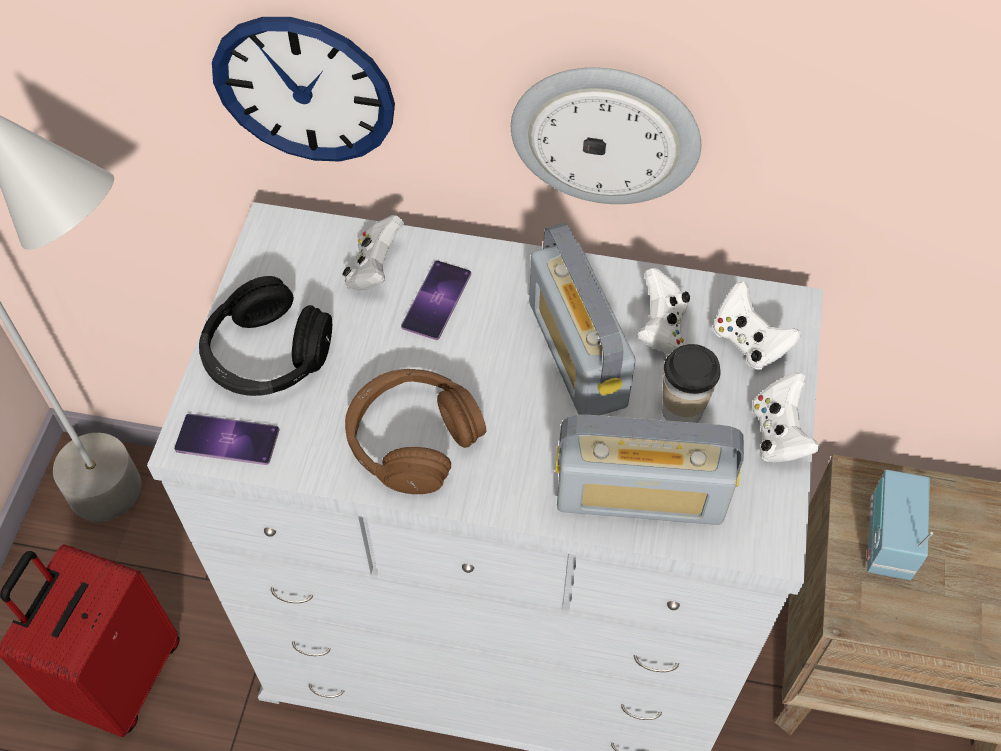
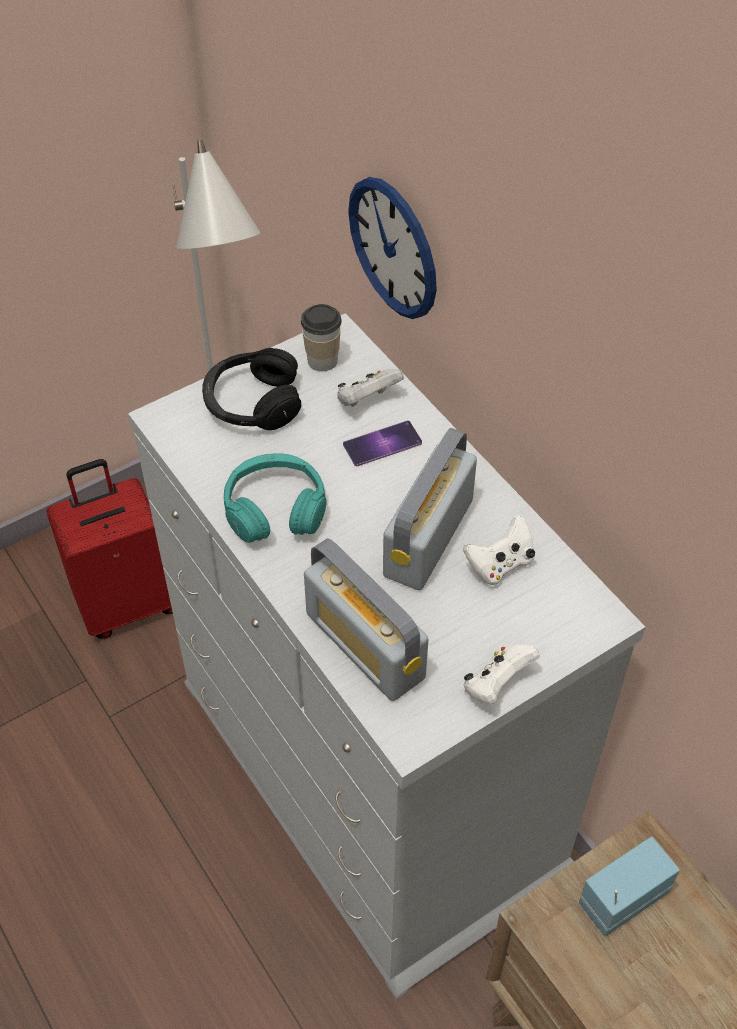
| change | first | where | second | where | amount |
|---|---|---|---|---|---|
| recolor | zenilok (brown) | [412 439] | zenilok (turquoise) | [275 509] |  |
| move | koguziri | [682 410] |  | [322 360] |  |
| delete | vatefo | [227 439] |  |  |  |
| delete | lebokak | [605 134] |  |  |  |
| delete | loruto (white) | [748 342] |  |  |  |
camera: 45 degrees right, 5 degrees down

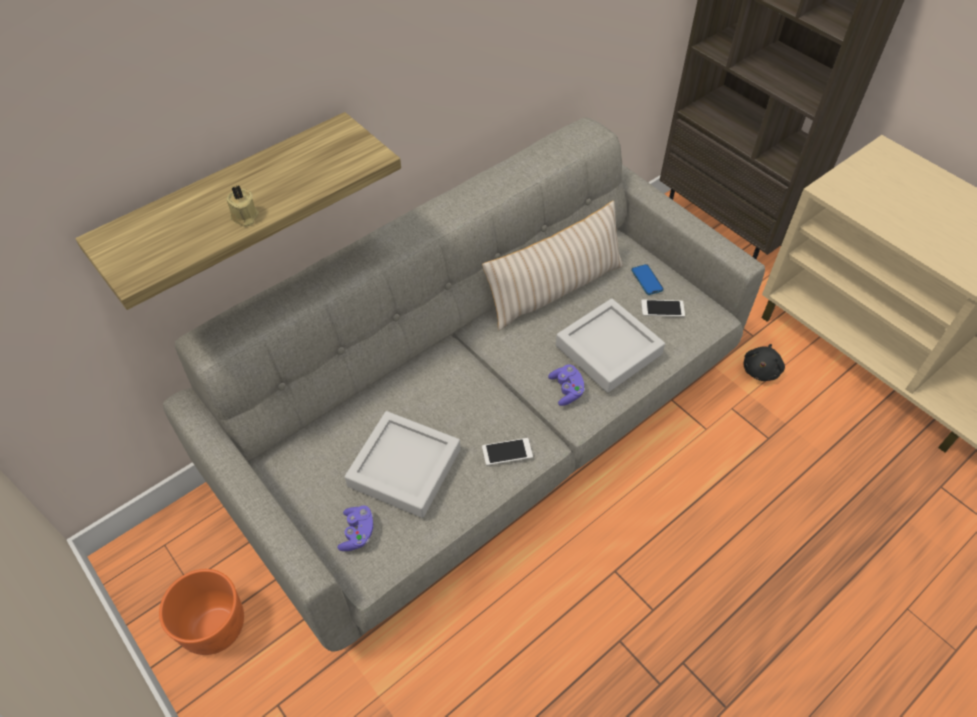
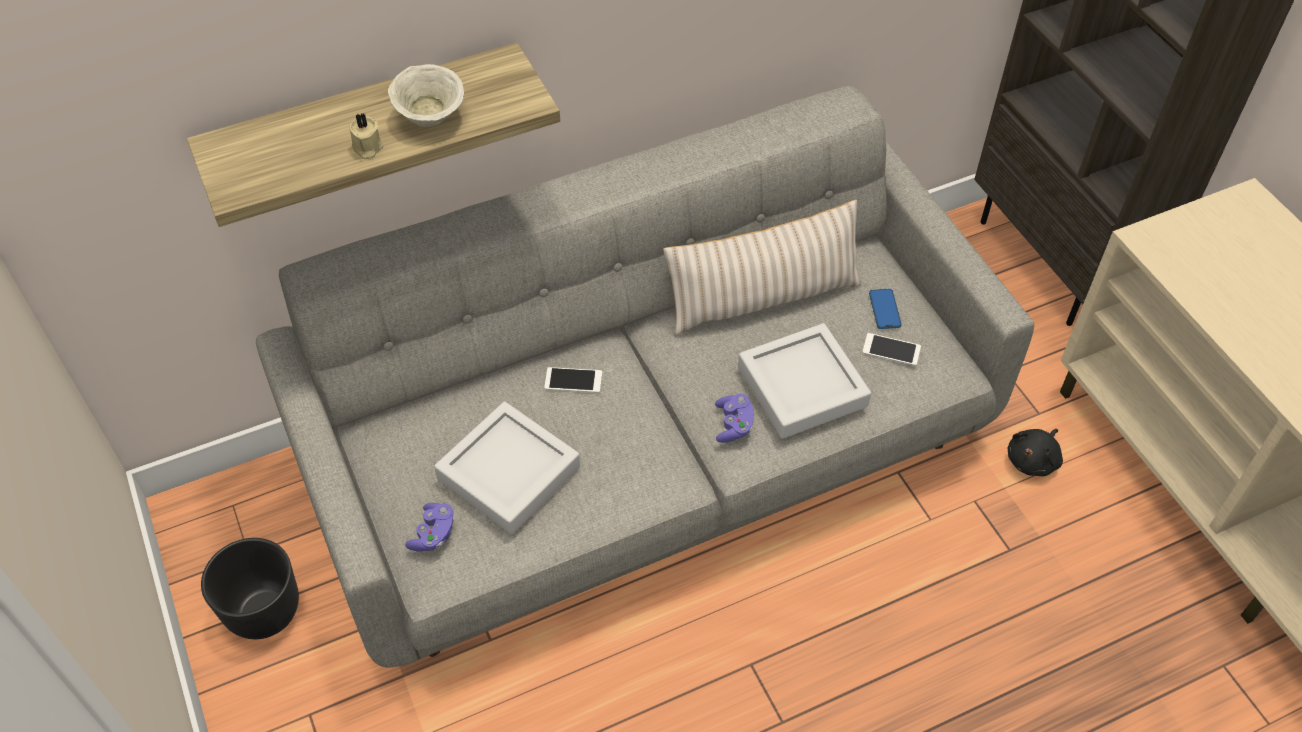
| change | first | where | second | where | amount |
|---|---|---|---|---|---|
| recolor | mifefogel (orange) | [215 627] | mifefogel (black) | [264 611] |  |
| insert |  |  | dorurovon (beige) | [431 117] |  |
| move | vatefo | [507 452] |  | [573 380] |  |
camera: 15 degrees right, 0 degrees up

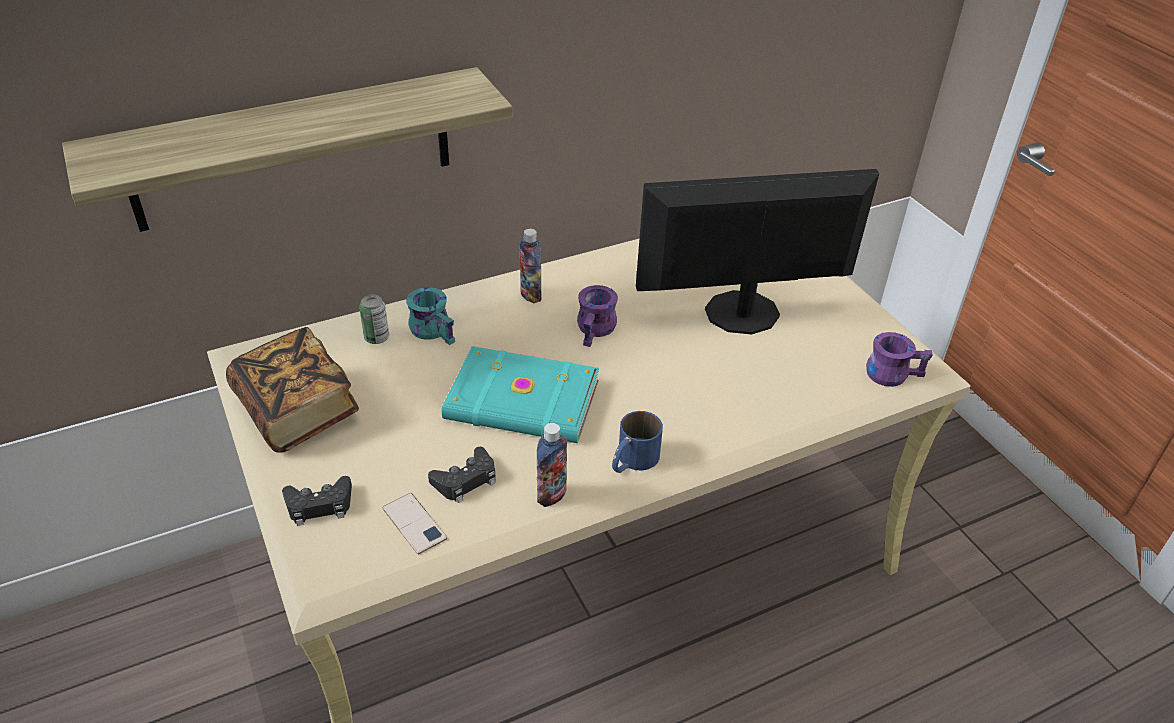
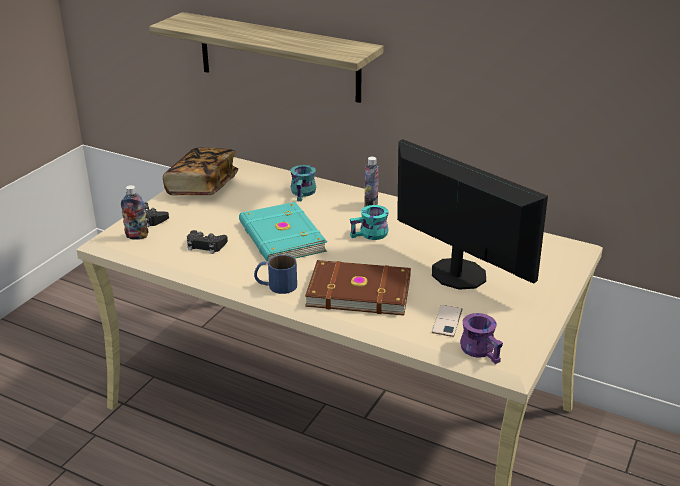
| change | first | where | second | where | amount |
|---|---|---|---|---|---|
| move | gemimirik | [552 495] |  | [137 236] |  |
| insert |  |  | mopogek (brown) | [358 290] |  |
| recolor | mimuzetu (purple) | [597 330] | mimuzetu (turquoise) | [370 235] |  |
| move | vatefo | [414 523] |  | [447 321] |  |
| delete | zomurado | [377 338] |  |  |  |
camera: 55 degrees right, 10 degrees down

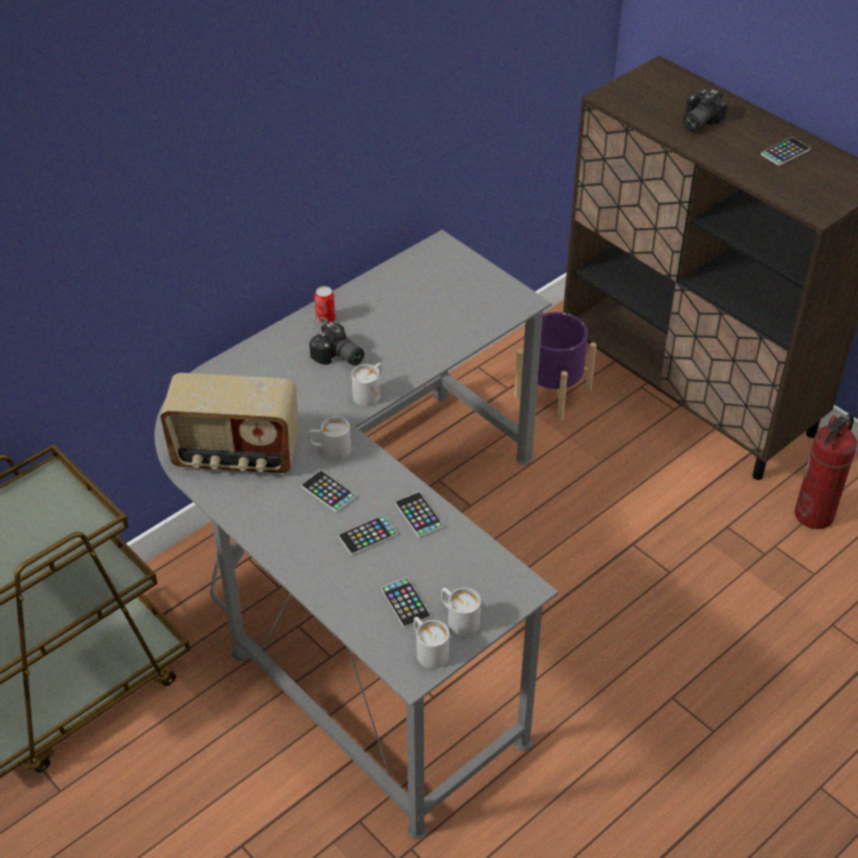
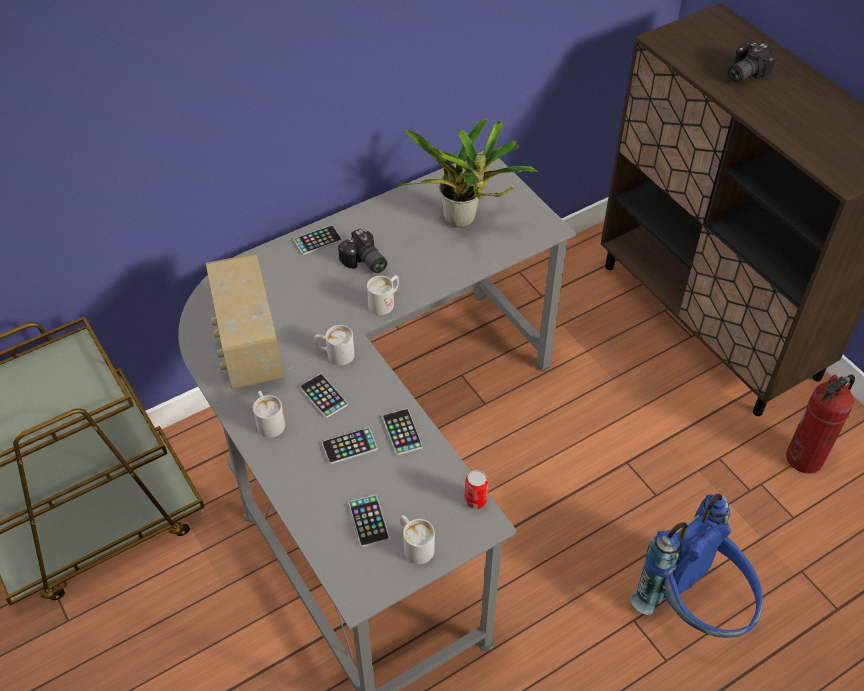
| change | first | where | second | where | amount |
|---|---|---|---|---|---|
| rotate | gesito | [236 456] |  | [248 348] | 60 degrees clockwise |
| move | mimuzetu (white) | [428 650] |  | [269 421] |  |
| move | vatefo | [785 152] |  | [318 240] |  |
| insert |  |  | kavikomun | [464 220] |  |
| move | zomurado | [325 319] |  | [475 500] |  |
| insert |  |  | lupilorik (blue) | [694 609] |  |
| delete | mifefogel (purple) | [552 392] |  |  |  |
camera: 10 degrees right, 5 degrees up

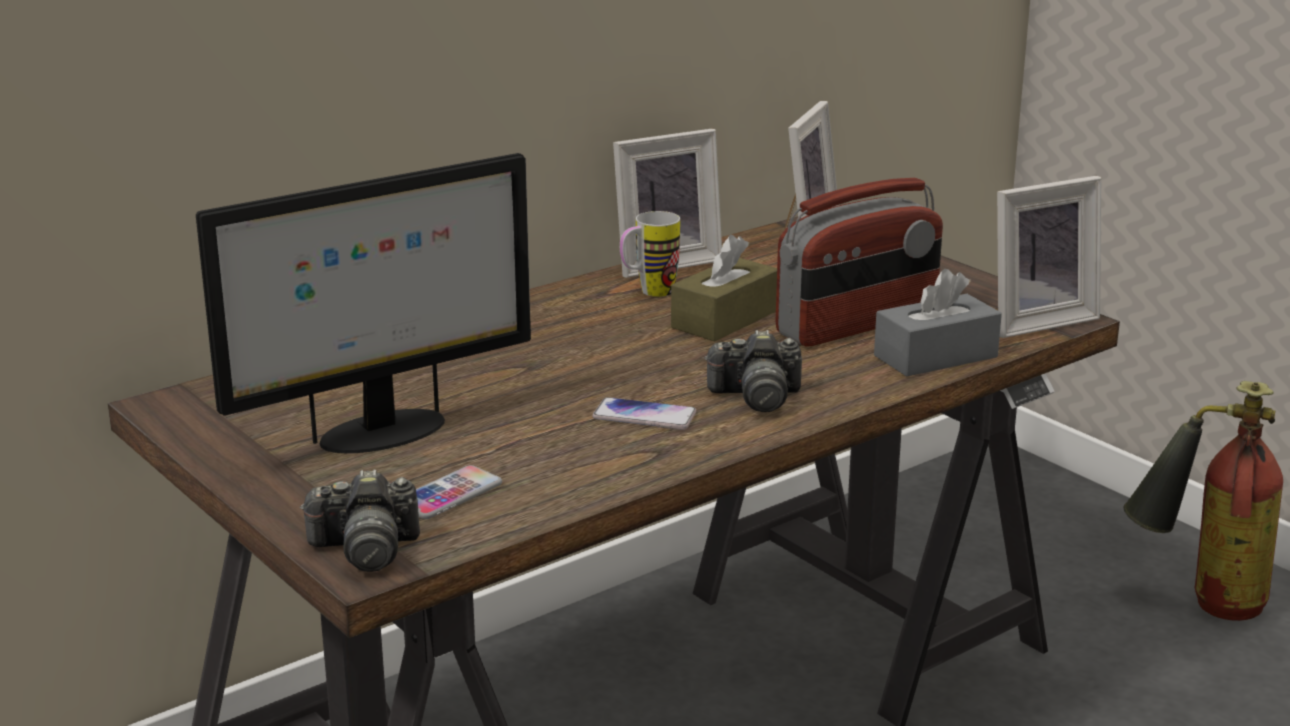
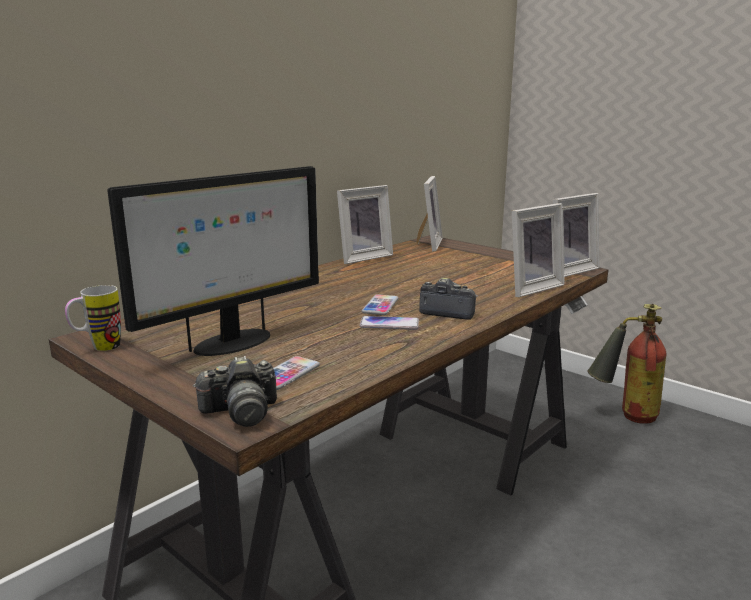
| change | first | where | second | where | amount |
|---|---|---|---|---|---|
| move | mimuzetu | [648 293] |  | [98 348] |  |
| insert |  |  | vatefo | [380 306] |  |
| rotate | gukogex | [756 397] |  | [447 311] | 150 degrees counterclockwise |
| replace | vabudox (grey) | [935 356] | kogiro | [530 288] |  |
| delete | vabudox (brown) | [724 319] |  |  |  |
| delete | gesito | [858 324] |  |  |  |
camera: 10 degrees left, 5 degrees down

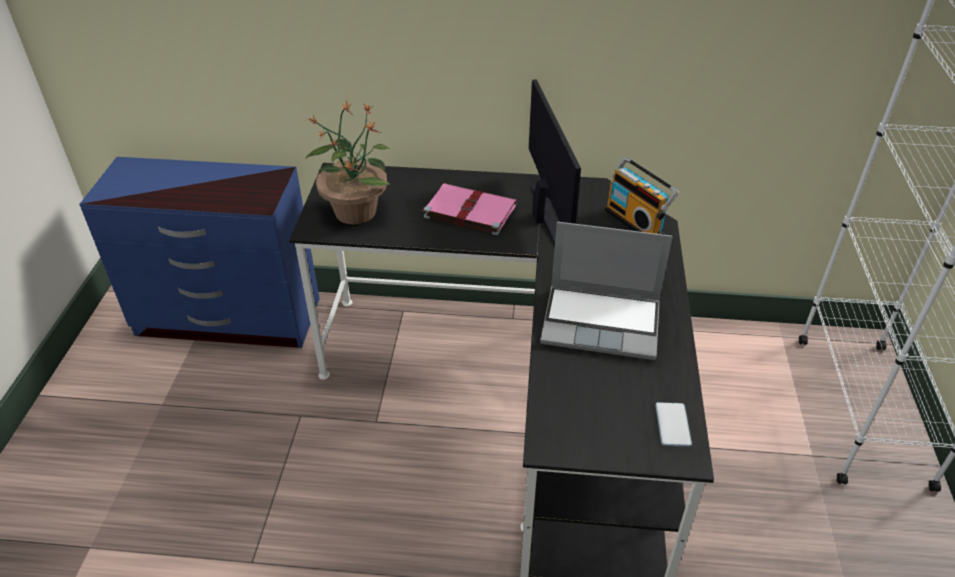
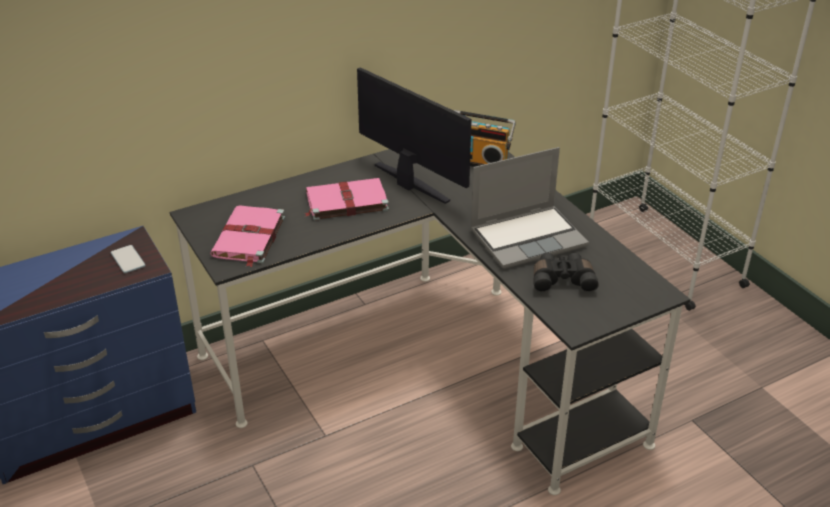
| change | first | where | second | where | amount |
|---|---|---|---|---|---|
| move | vatefo | [672 425] |  | [128 260] |  |
| replace | kavikomun | [355 211] | mopogek (pink) | [248 238] |  |
| insert |  |  | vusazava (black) | [562 279] |  |
camera: 35 degrees left, 5 degrees down

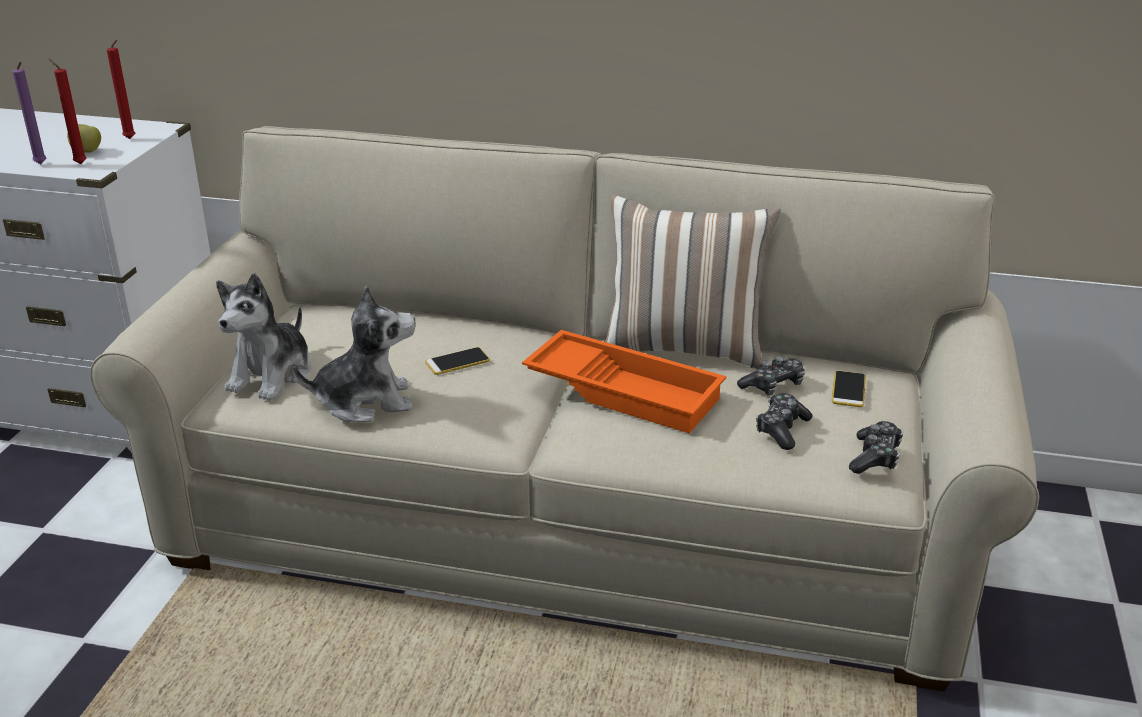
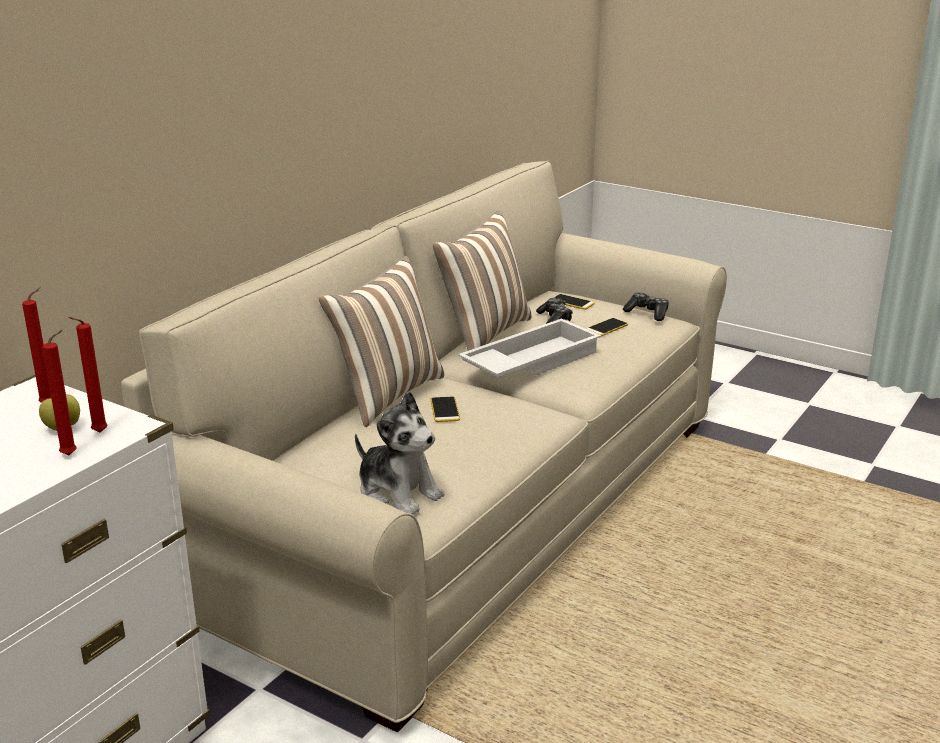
| change | first | where | second | where | amount |
|---|---|---|---|---|---|
| recolor | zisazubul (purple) | [41 164] | zisazubul (red) | [72 454] |  |
| insert |  |  | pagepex | [386 395] |  |
| recolor | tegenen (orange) | [625 390] | tegenen (white) | [530 361] |  |
| replace | loruto | [781 429] | vatefo | [606 328] |  |
| delete | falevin | [365 401] |  |  |  |
camera: 70 degrees left, 5 degrees down

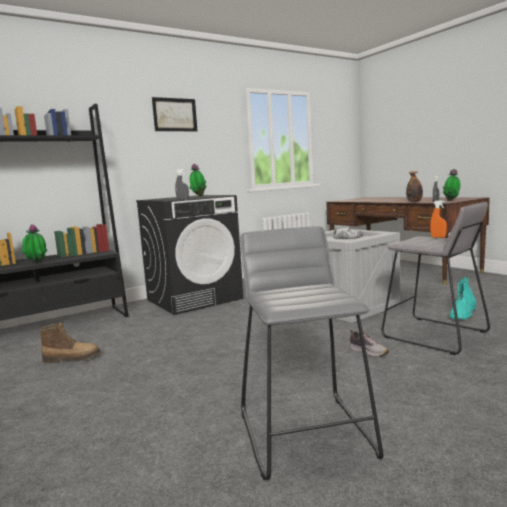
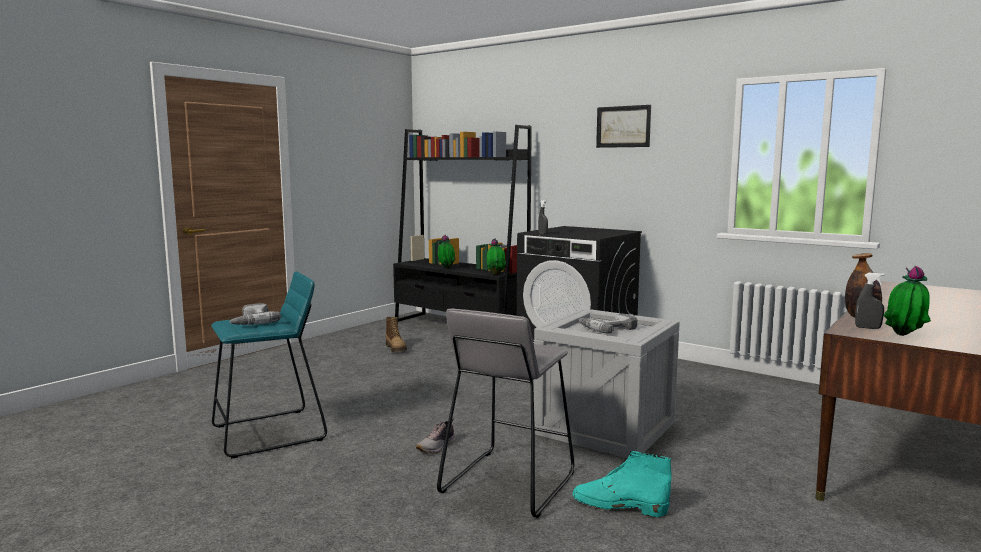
| change | first | where | second | where | amount |
|---|---|---|---|---|---|
| recolor | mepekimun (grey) | [307 434] | mepekimun (turquoise) | [269 433] |  |
| insert |  |  | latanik | [251 321] |  |
| move | kavikomun | [198 196] |  | [496 274] |  |
| delete | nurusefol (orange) | [438 237] |  |  |  |
camera: 70 degrees right, 0 degrees up

